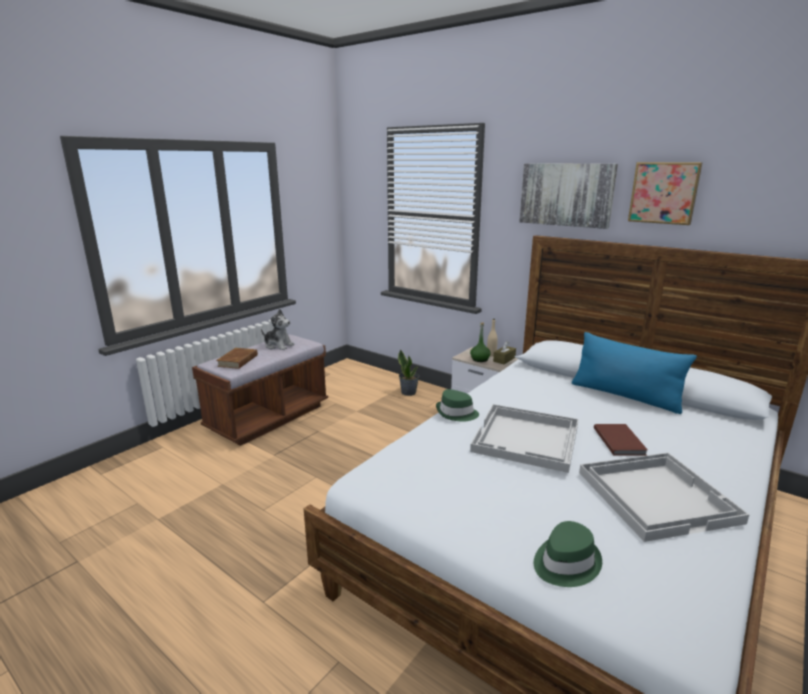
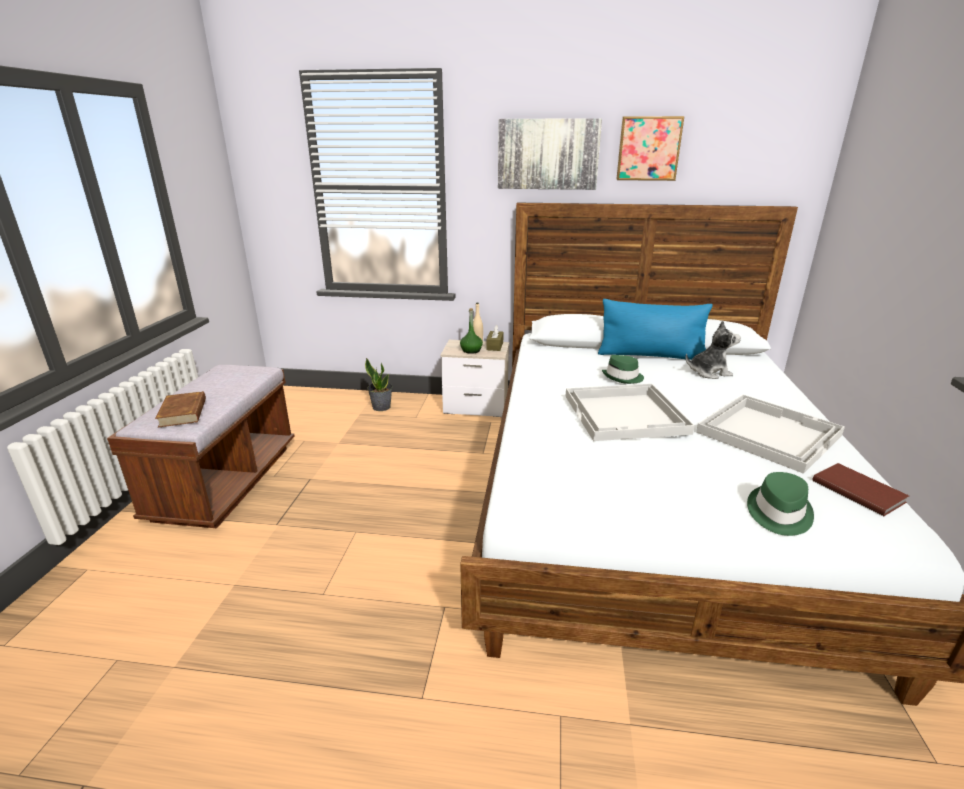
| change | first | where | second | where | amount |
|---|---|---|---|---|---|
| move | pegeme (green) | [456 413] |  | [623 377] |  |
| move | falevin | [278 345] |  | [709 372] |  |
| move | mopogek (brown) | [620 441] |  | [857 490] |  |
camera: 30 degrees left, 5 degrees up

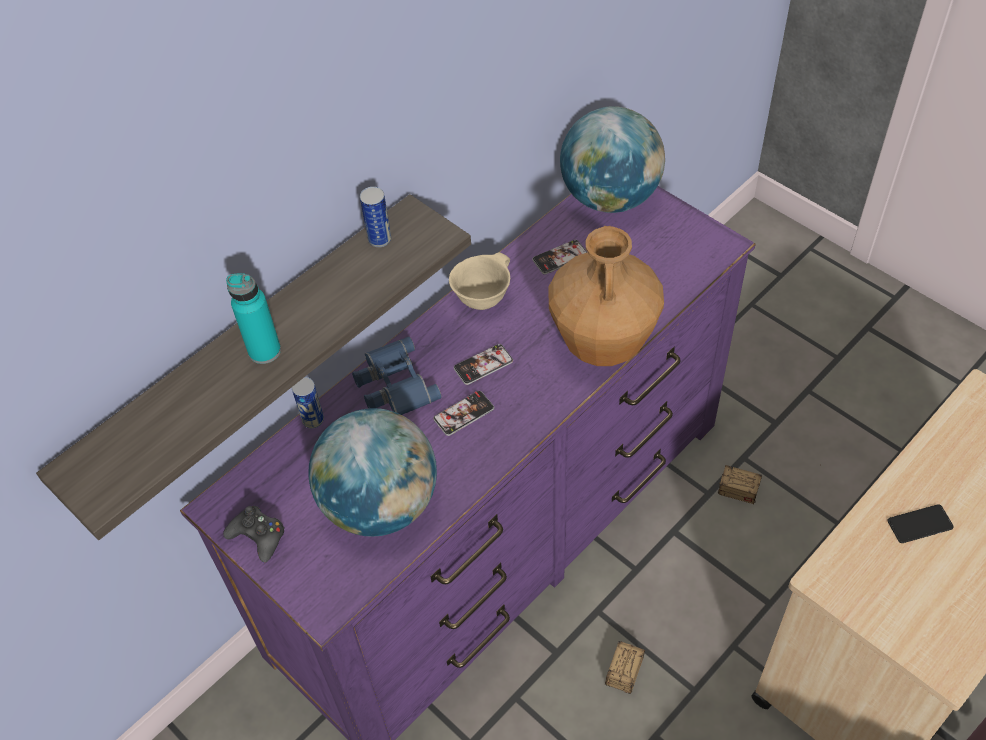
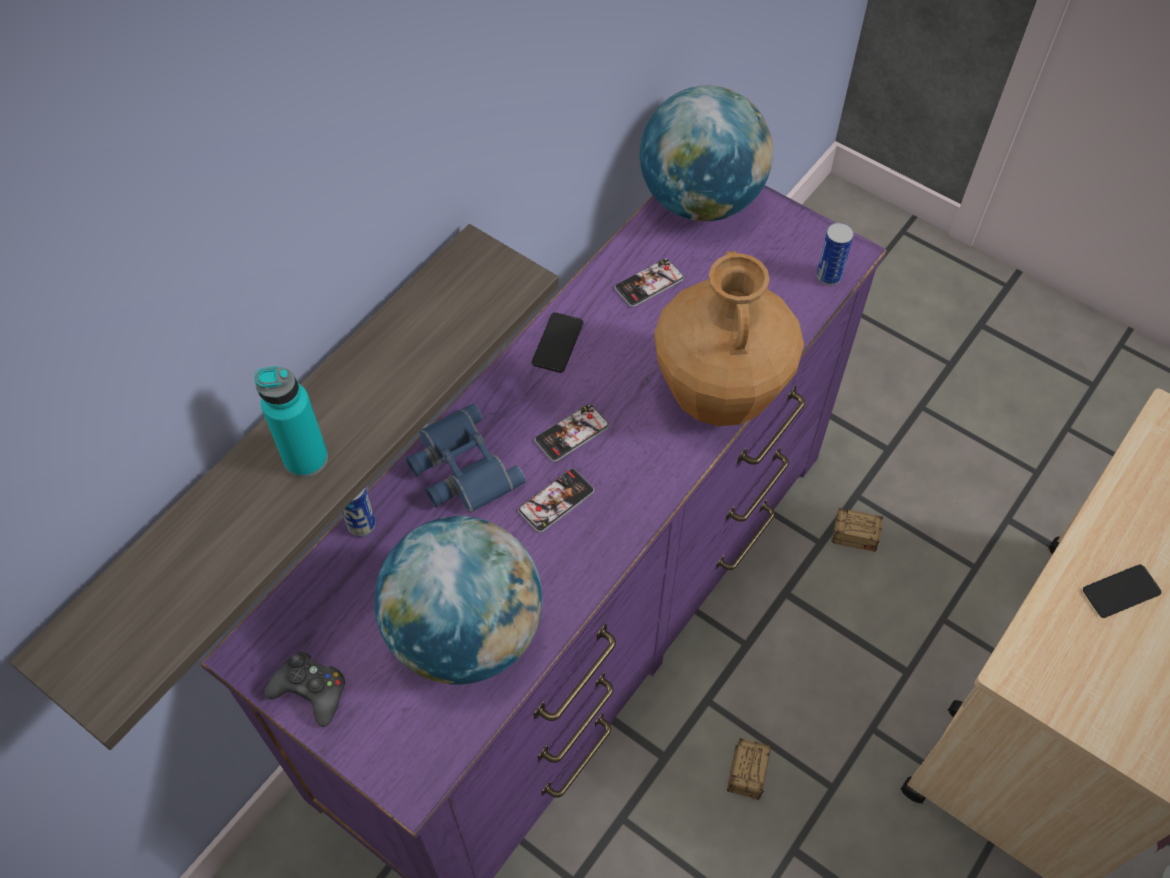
| change | first | where | second | where | amount |
|---|---|---|---|---|---|
| replace | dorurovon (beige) | [481 297] | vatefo | [557 343] |  |
| move | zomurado | [379 239] |  | [828 276] |  |
camera: 10 degrees left, 5 degrees up

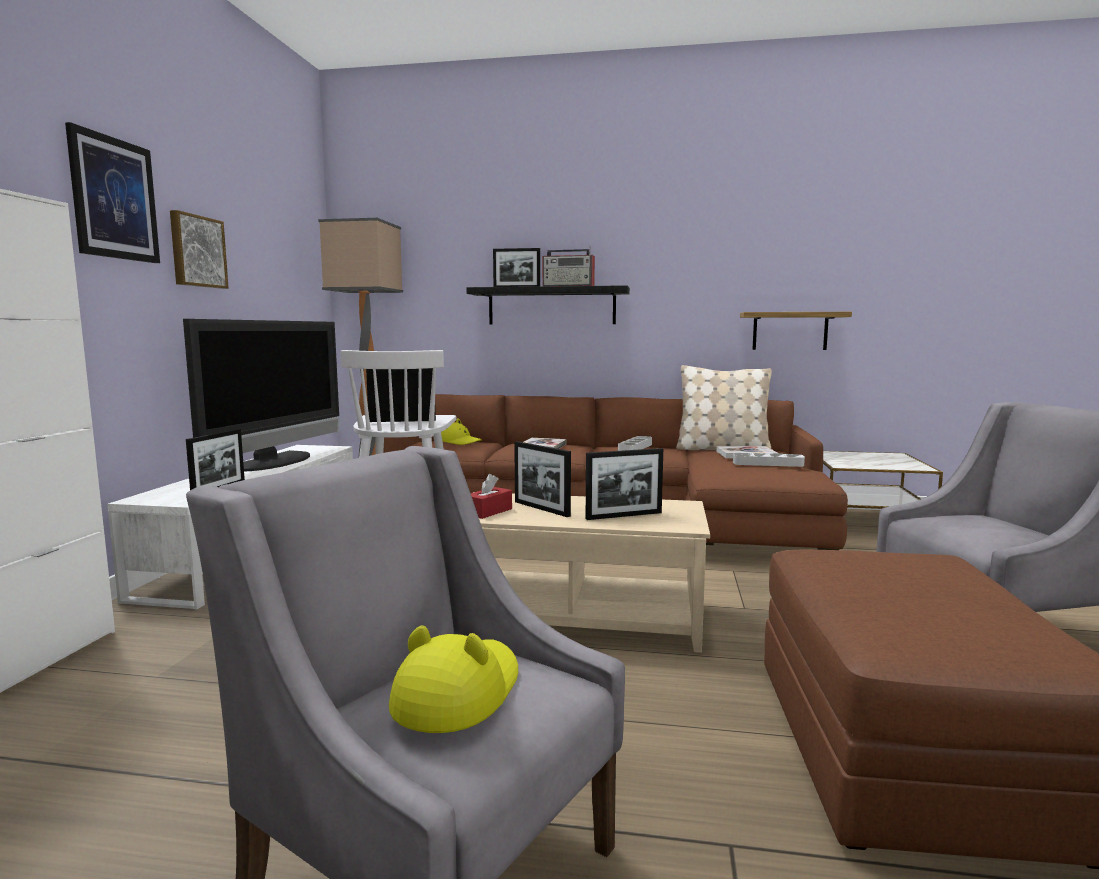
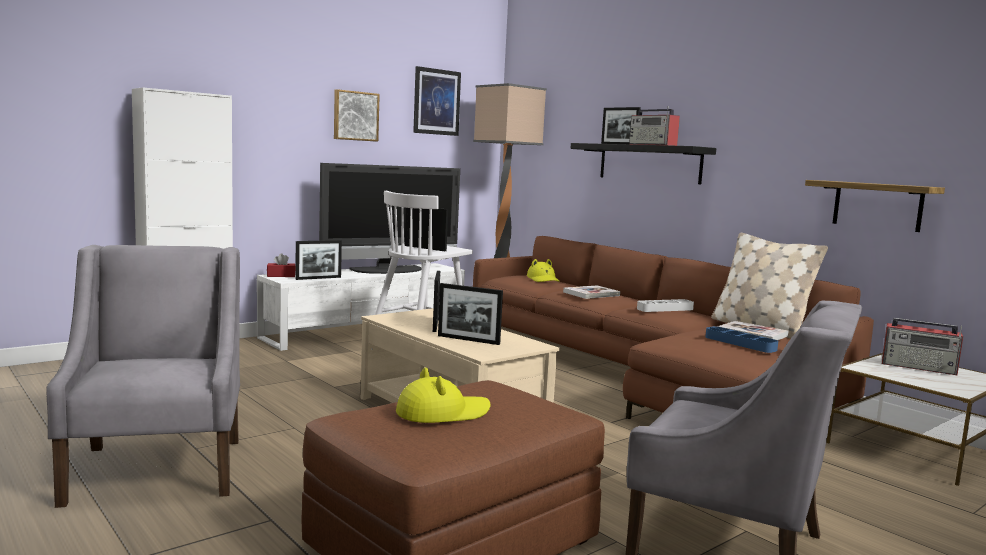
| change | first | where | second | where | amount |
|---|---|---|---|---|---|
| move | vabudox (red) | [488 511] |  | [281 275] |  |
| move | pegeme (yellow) | [458 692] |  | [442 413] |  |
| move | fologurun | [114 198] |  | [436 102] |  |
| recolor | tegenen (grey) | [767 464] | tegenen (blue) | [740 343] |  |
| insert |  |  | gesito | [919 367] |  |
camera: 40 degrees right, 0 degrees up

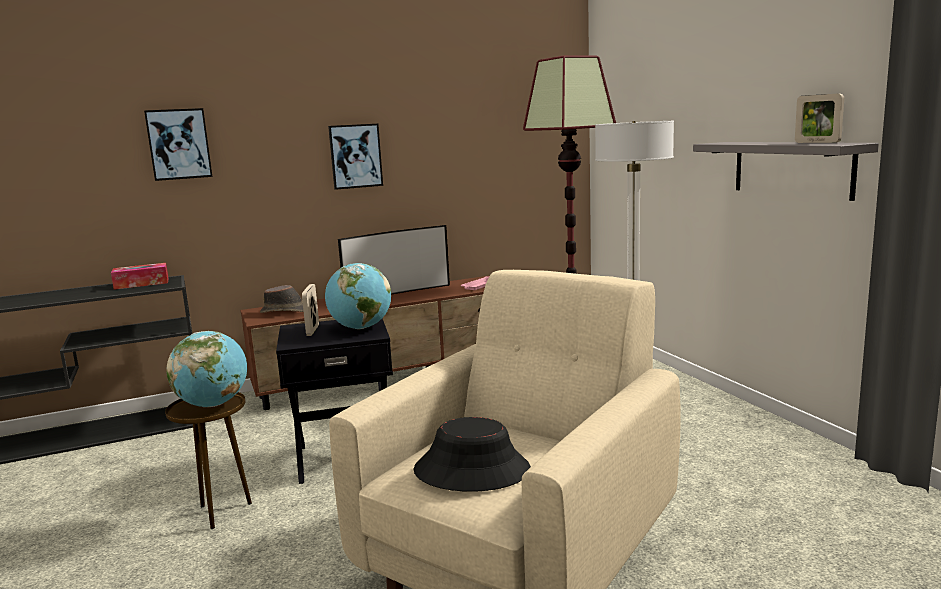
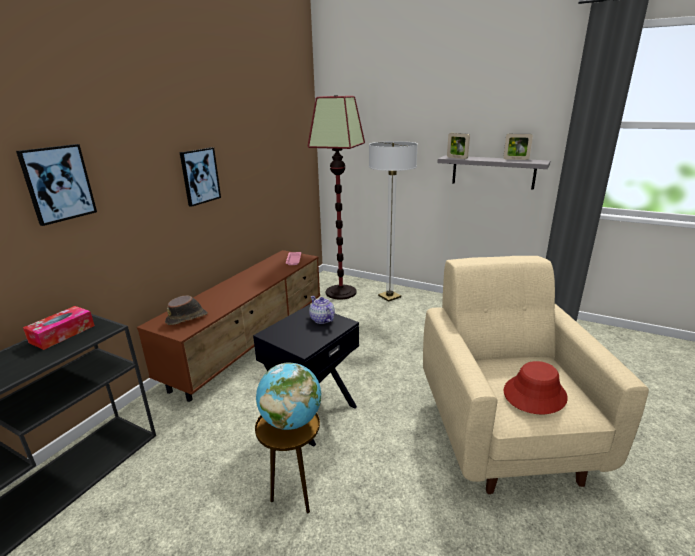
| change | first | where | second | where | amount |
|---|---|---|---|---|---|
| replace | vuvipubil | [360 328] | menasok | [321 319] |  |
| move | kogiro | [313 330] |  | [457 158] |  |
| recolor | pegeme (black) | [472 470] | pegeme (red) | [534 394] |  |
| delete | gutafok | [397 293] |  |  |  |
camera: 40 degrees left, 10 degrees up

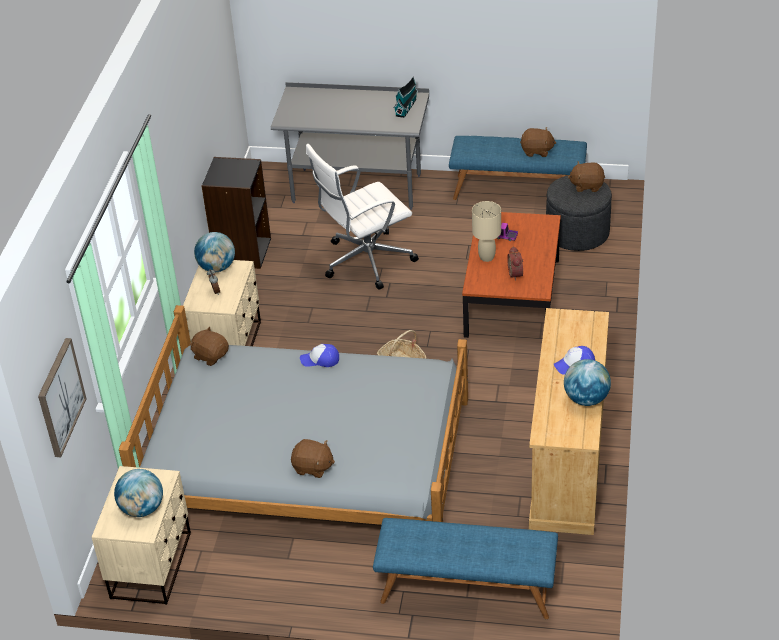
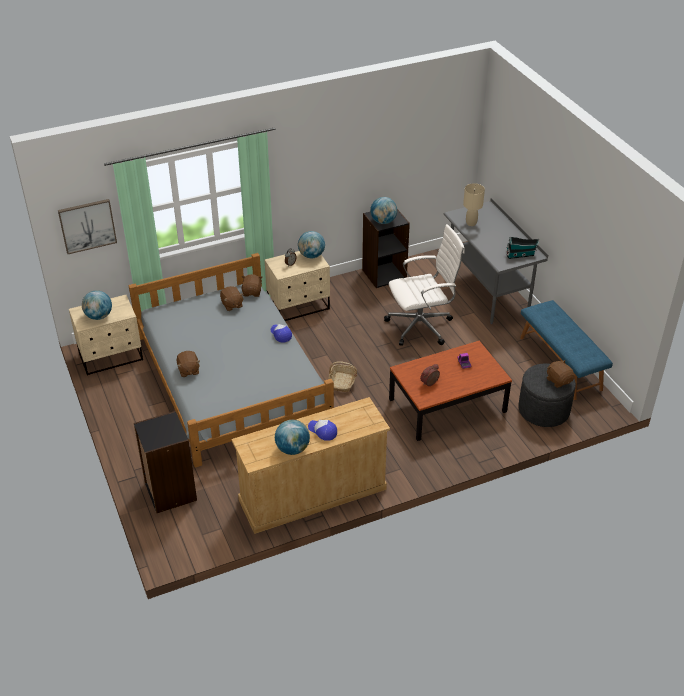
| change | first | where | second | where | amount |
|---|---|---|---|---|---|
| replace | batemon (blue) | [466 589] | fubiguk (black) | [170 492] |  |
| move | falevin (brown) | [537 151] |  | [232 305] |  |
| insert |  |  | vuvipubil | [383 221] |  |
| rotate | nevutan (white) | [365 261] |  | [421 326] | 135 degrees clockwise |
| move | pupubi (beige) | [486 257] |  | [471 223] |  |
camera: 55 degrees right, 0 degrees up

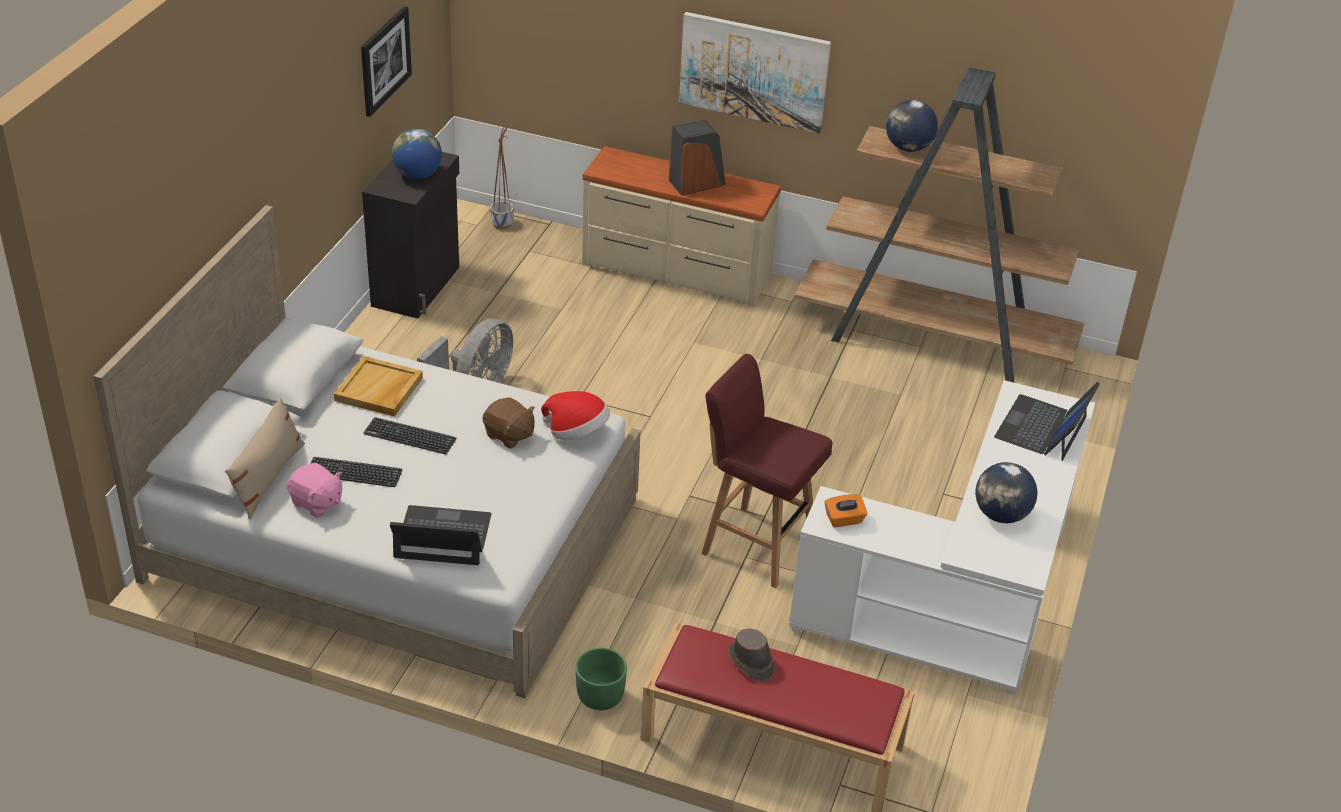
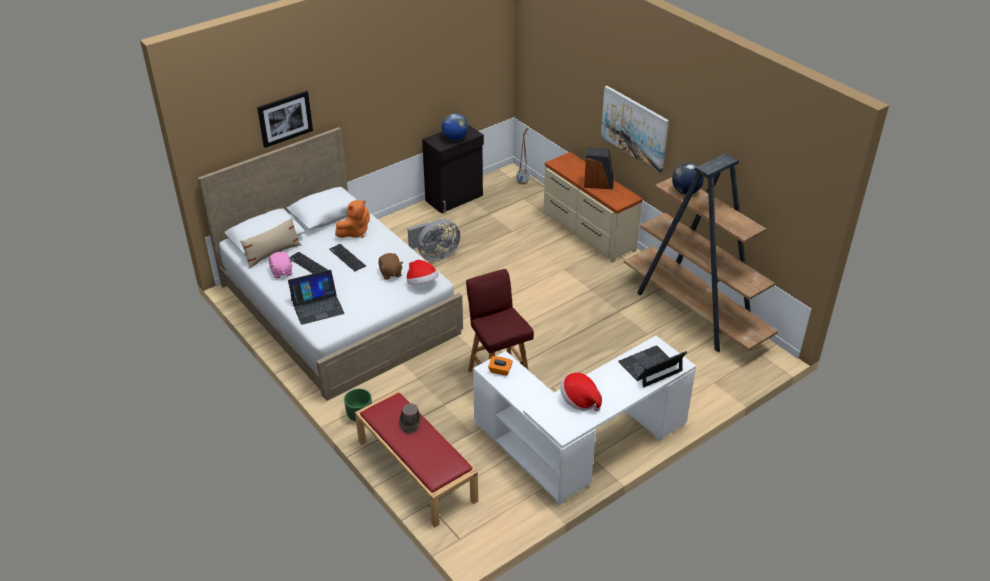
| change | first | where | second | where | amount |
|---|---|---|---|---|---|
| move | fologurun | [384 60] |  | [285 118] |  |
| rotate | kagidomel | [442 537] |  | [317 306] | 120 degrees clockwise |
| replace | tegenen (beige) | [379 389] | falevin (orange) | [355 232] |  |
| replace | vuvipubil | [1001 515] | pegeme | [579 400] |  |
camera: 35 degrees right, 0 degrees up

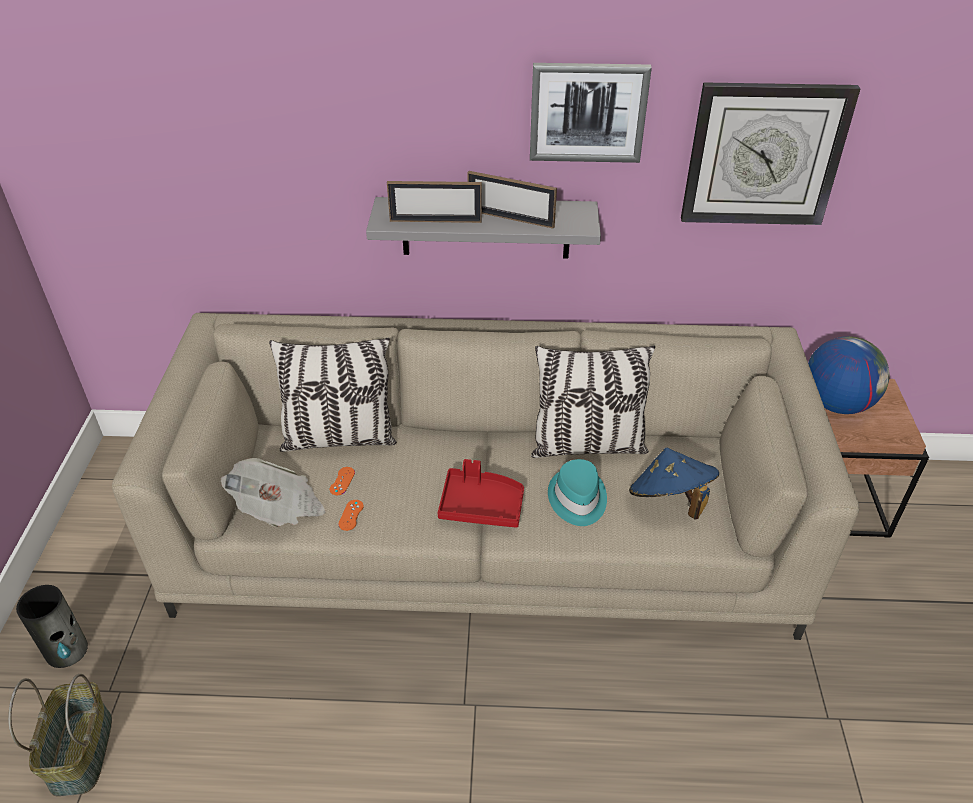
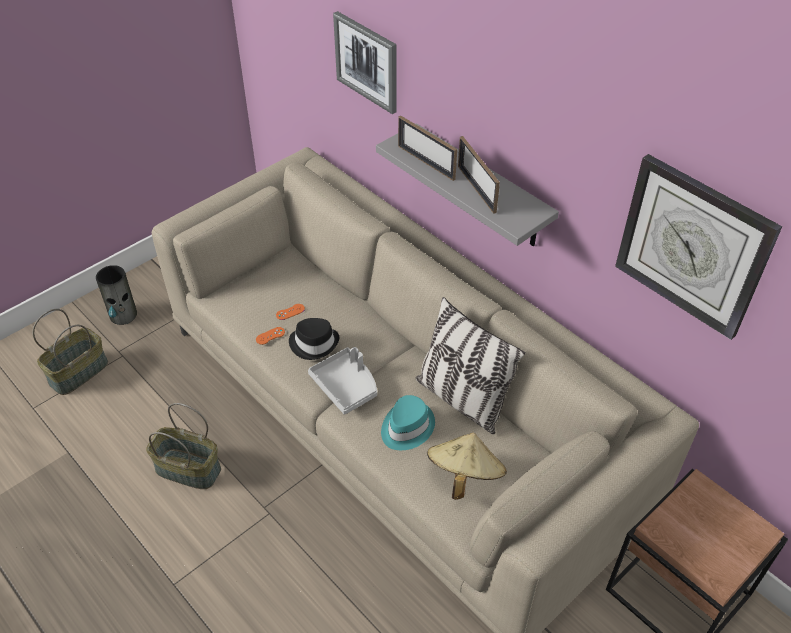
| change | first | where | second | where | amount |
|---|---|---|---|---|---|
| insert |  |  | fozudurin | [187 470] |  |
| insert |  |  | pegeme (black) | [314 343] |  |
| recolor | tegenen (red) | [481 505] | tegenen (grey) | [346 386] |  |
| move | fologurun | [587 112] |  | [367 61] |  |
| recolor | pegeme (blue) | [669 500] | pegeme (beige) | [464 476] |  |
| delete | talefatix | [279 509] |  |  |  |
| delete | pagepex | [339 438] |  |  |  |
| delete | vuvipubil | [836 403] |  |  |  |
camera: 45 degrees right, 5 degrees up

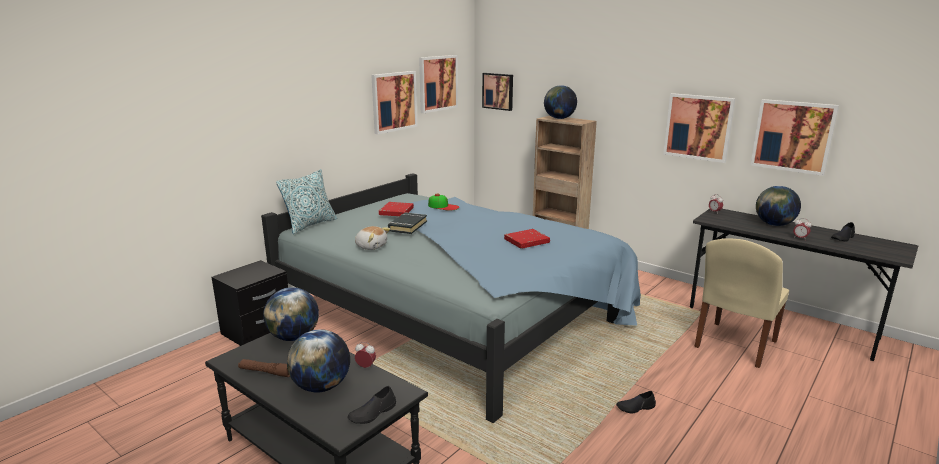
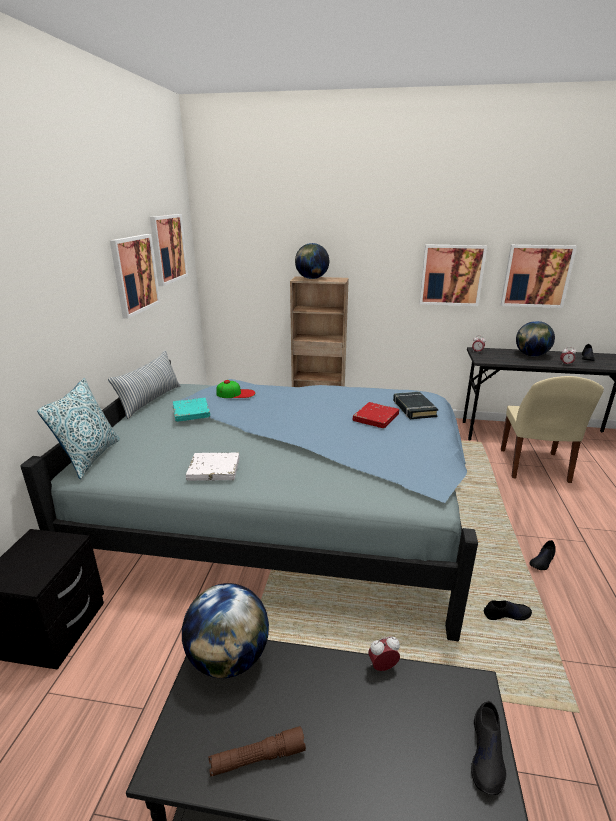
| change | first | where | second | where | amount |
|---|---|---|---|---|---|
| insert |  |  | pagepex | [150 400] |  |
| recolor | mopogek (red) | [396 212] | mopogek (turquoise) | [191 412] |  |
| replace | falevin | [371 246] | mopogek (white) | [214 470] |  |
| move | mopogek (black) | [407 226] |  | [413 408] |  |
| insert |  |  | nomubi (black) | [506 614] |  |
| delete | vuvipubil | [321 386] |  |  |  |
| delete | fologurun | [498 91] |  |  |  |
camera: 30 degrees left, 5 degrees up

